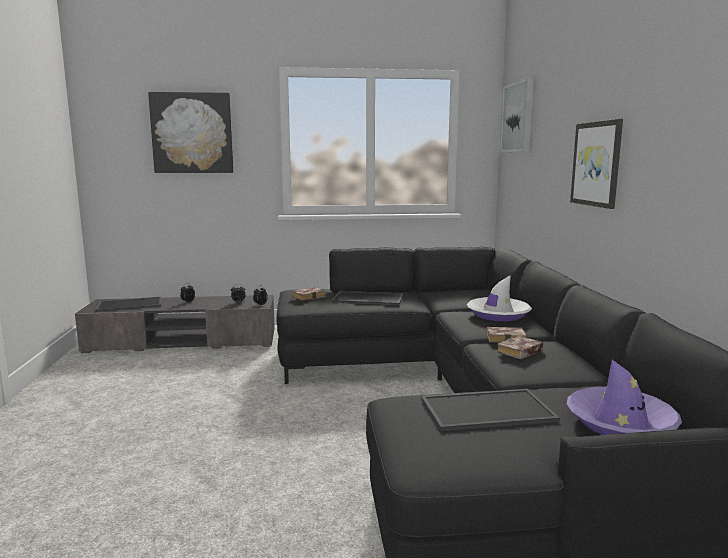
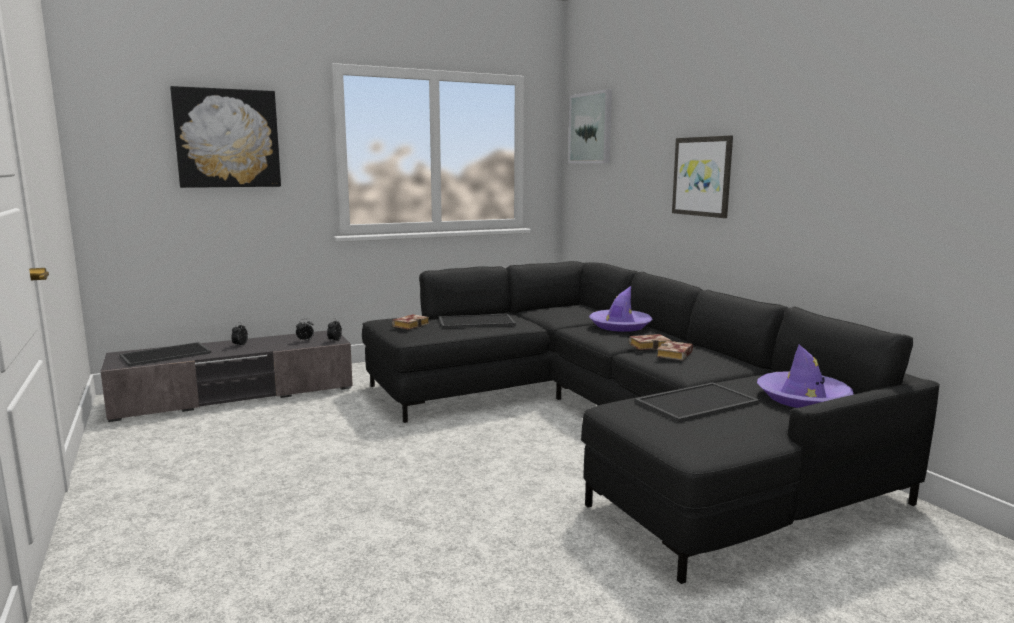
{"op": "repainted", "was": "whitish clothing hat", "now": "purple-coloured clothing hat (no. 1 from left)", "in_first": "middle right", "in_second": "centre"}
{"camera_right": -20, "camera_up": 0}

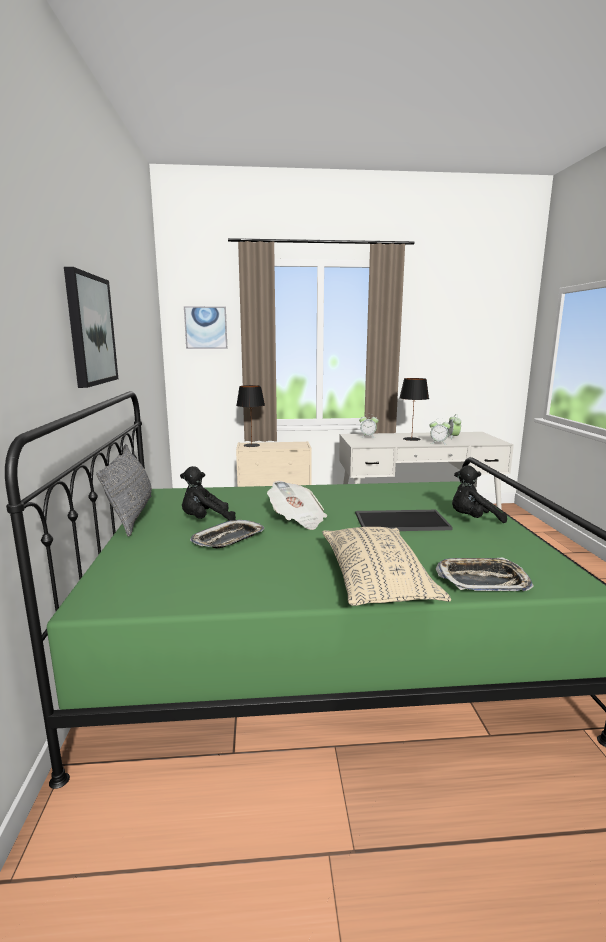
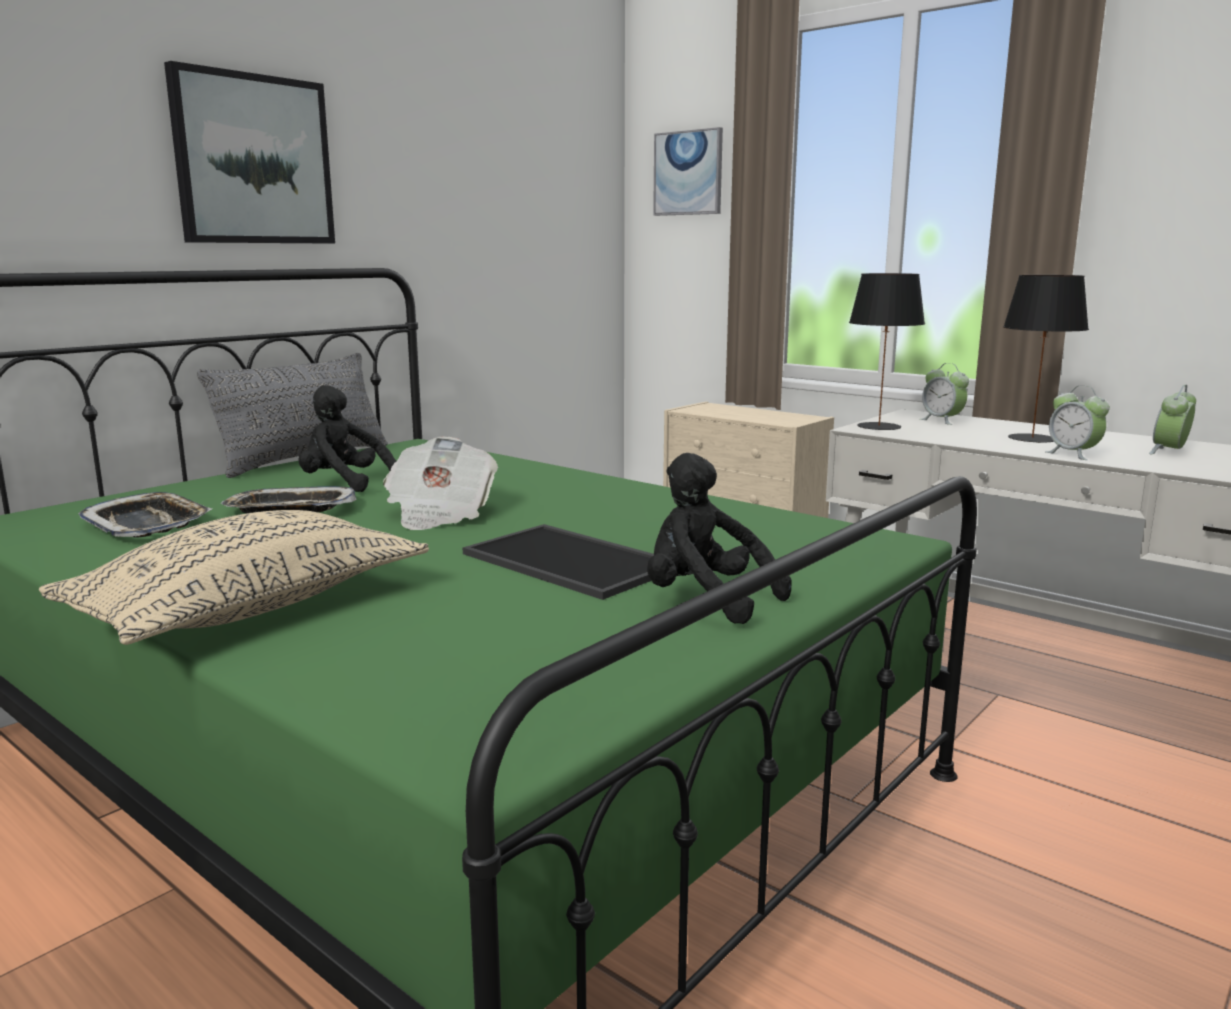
{"op": "shifted", "was": "carrying tray (no. 3 from left in the first image)", "now": "carrying tray (no. 1 from left)", "in_first": "middle right", "in_second": "middle left"}
{"op": "shifted", "was": "blackish tabletop lamp (no. 1 from left)", "in_first": "centre", "in_second": "middle right"}
{"camera_right": 45, "camera_up": 0}

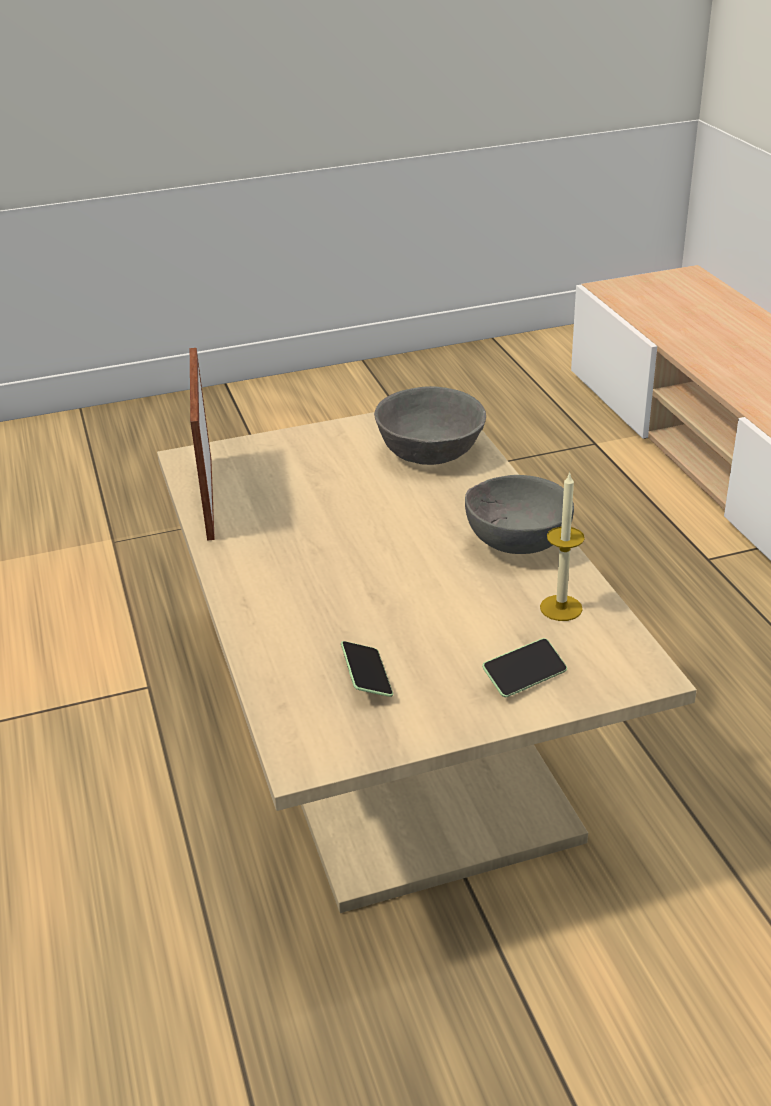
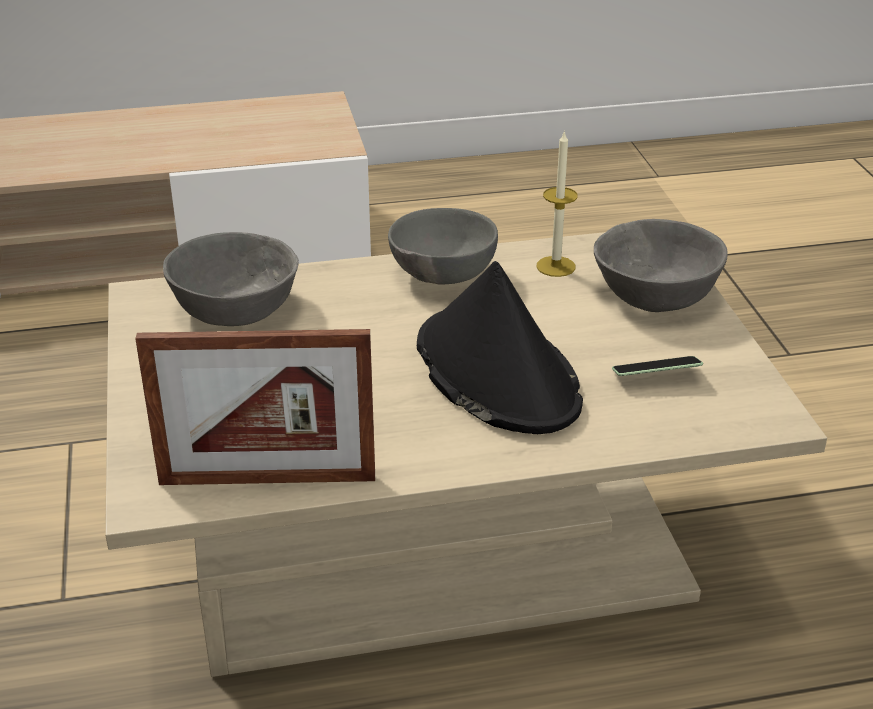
{"op": "new", "now": "blackish clothing hat", "in_second": "centre"}
{"op": "swapped", "was": "telephone (no. 2 from left)", "now": "greyish bowl (no. 3 from left)", "in_first": "middle right", "in_second": "middle right"}
{"camera_right": -85, "camera_up": 0}

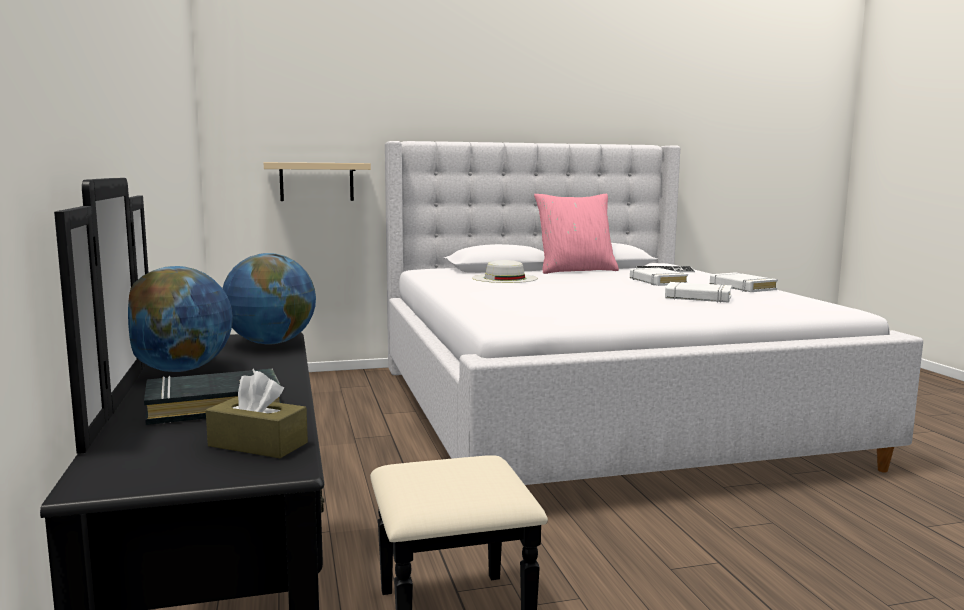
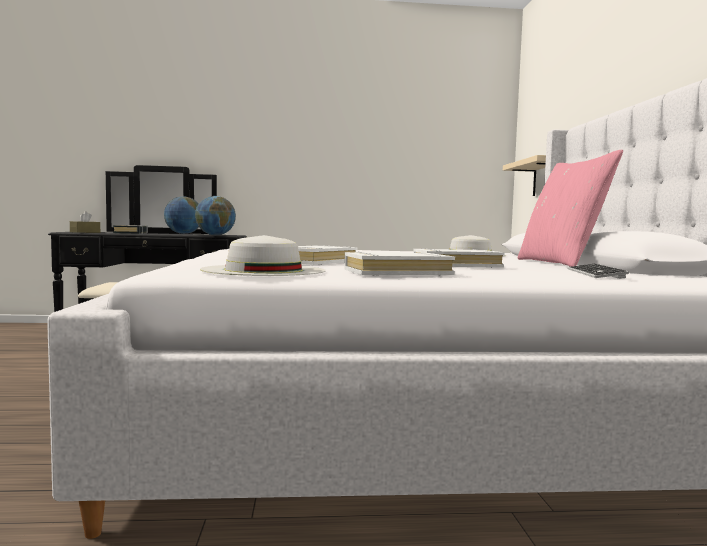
{"op": "new", "now": "whitish clothing hat (no. 1 from left)", "in_second": "centre"}
{"camera_right": 100, "camera_up": -5}

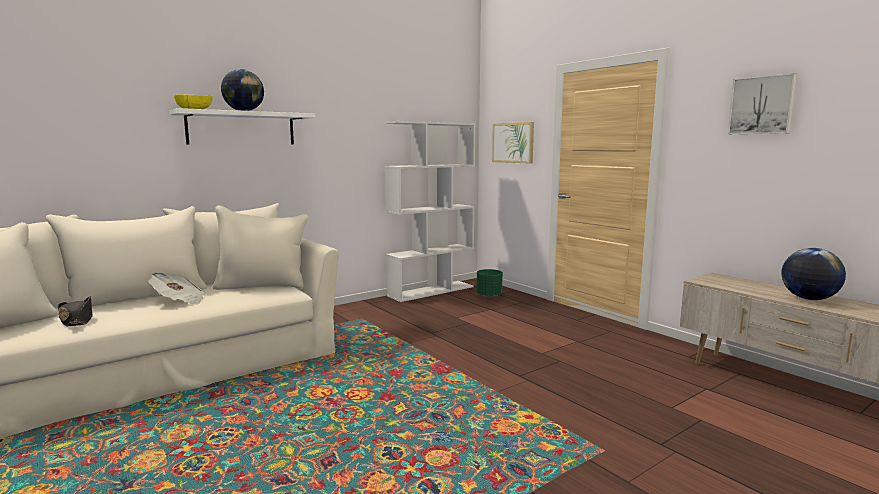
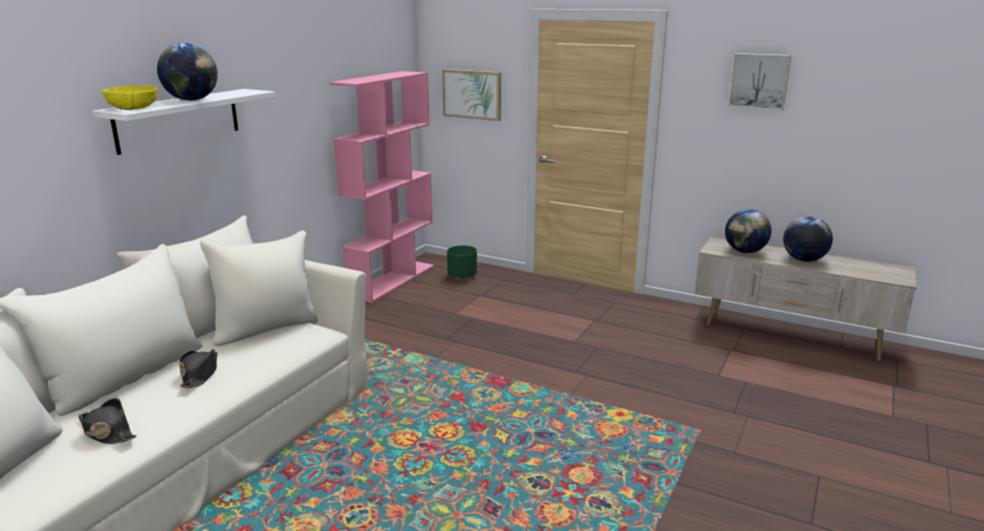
{"op": "swapped", "was": "newspaper", "now": "blackish clothing hat (no. 2 from left)", "in_first": "middle left", "in_second": "bottom left"}
{"op": "repainted", "was": "whitish bookcase", "now": "pink-coloured bookcase", "in_first": "centre", "in_second": "centre"}
{"op": "new", "now": "desk globe (no. 2 from left)", "in_second": "middle right"}
{"camera_right": -25, "camera_up": 10}

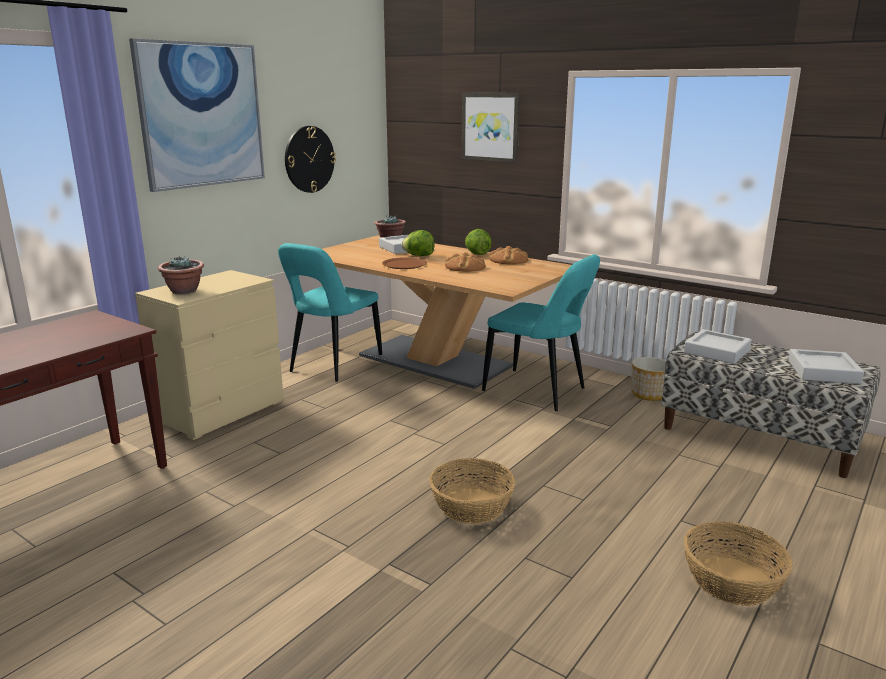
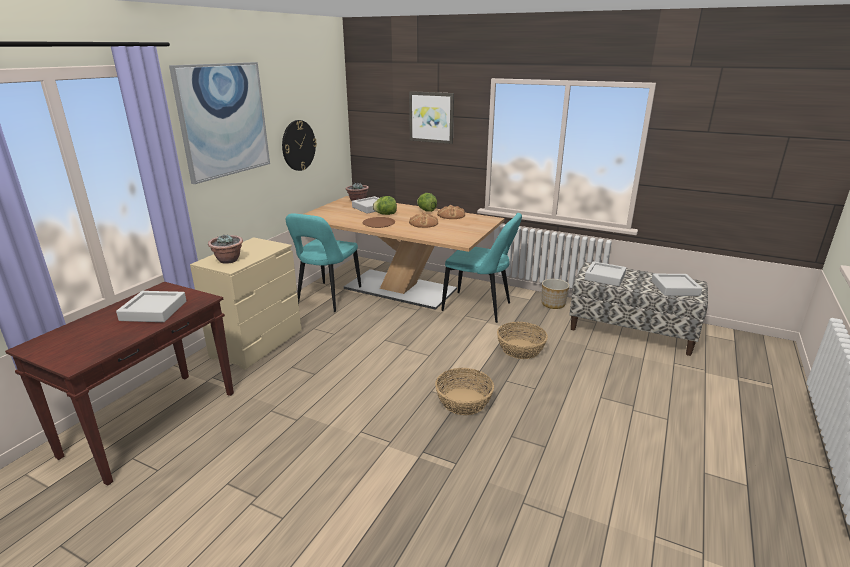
{"op": "new", "now": "greyish carrying tray (no. 1 from left)", "in_second": "middle left"}
{"op": "shifted", "was": "basket (no. 2 from left)", "in_first": "bottom right", "in_second": "centre"}
{"camera_right": -10, "camera_up": 5}

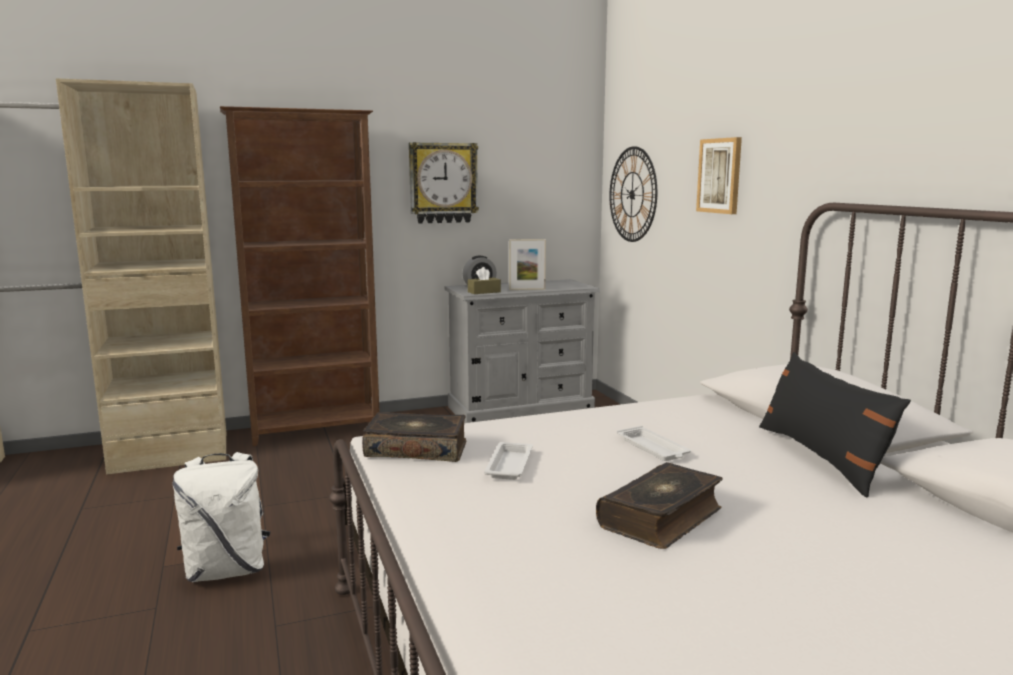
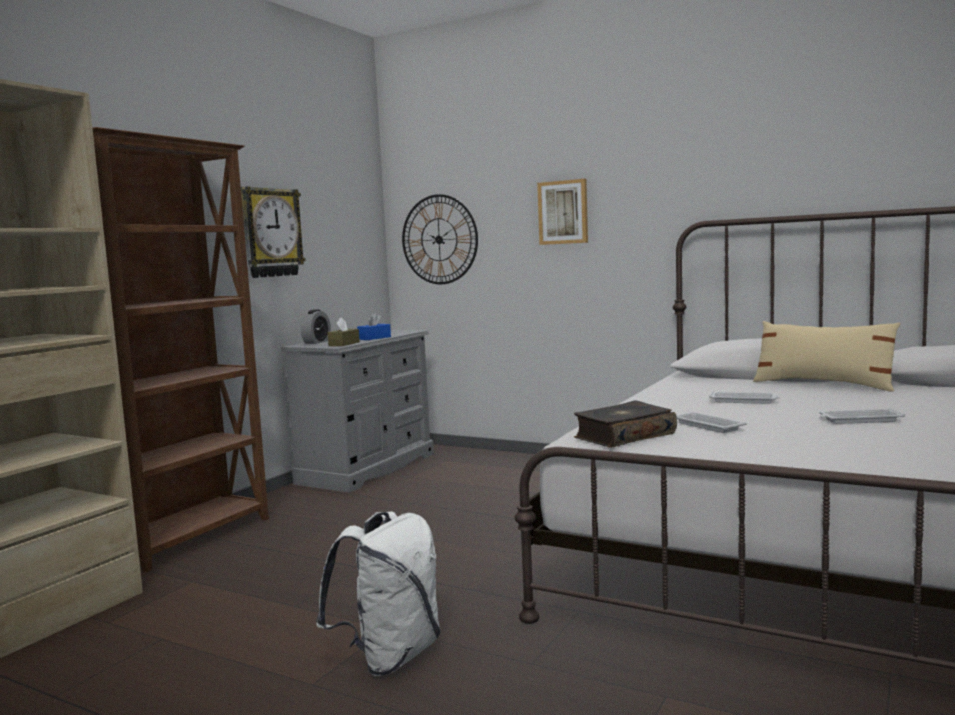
{"op": "swapped", "was": "photo frame", "now": "blue-coloured tissue holder", "in_first": "centre", "in_second": "centre"}
{"op": "repainted", "was": "blackish pillow", "now": "sand-coloured pillow", "in_first": "middle right", "in_second": "middle right"}
{"op": "swapped", "was": "bound book (no. 2 from left)", "now": "whitish carrying tray (no. 3 from left)", "in_first": "bottom centre", "in_second": "middle right"}
{"camera_right": -40, "camera_up": -5}

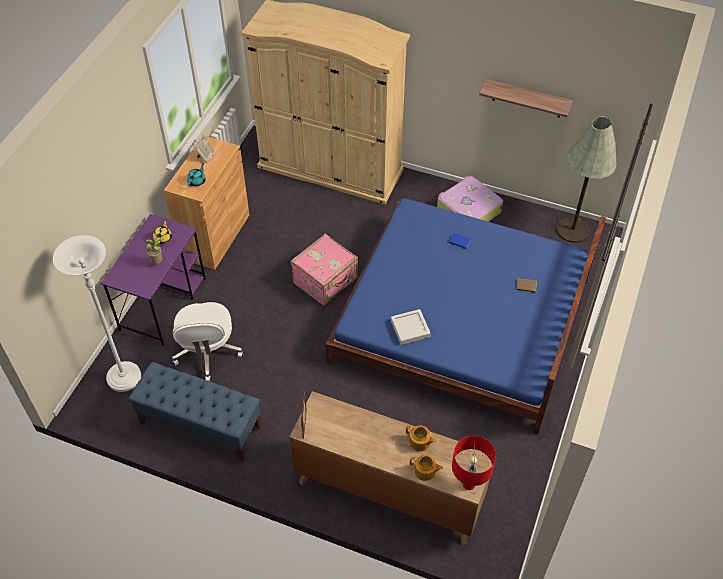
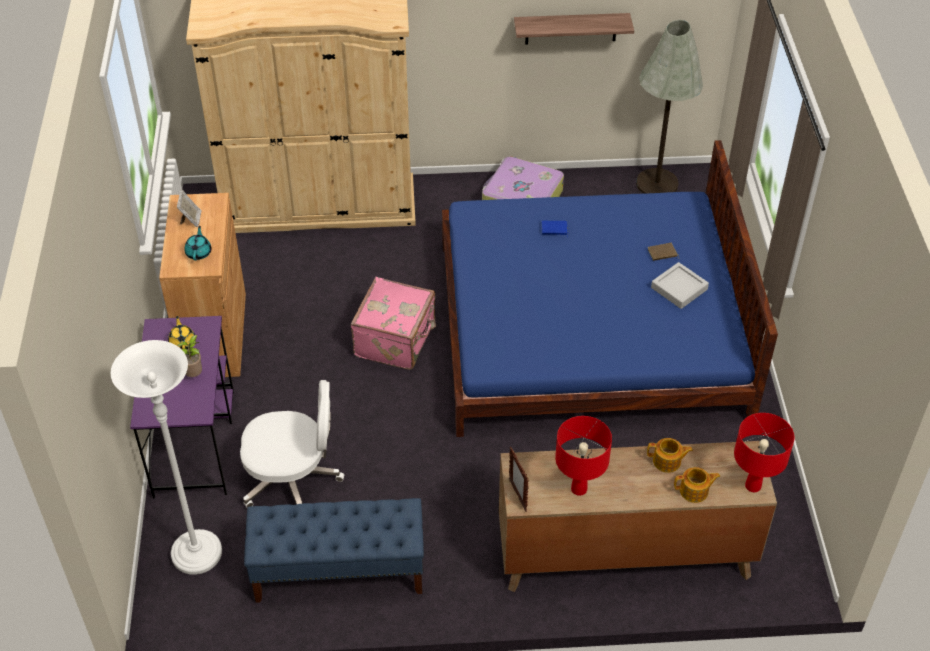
{"op": "rotated", "was": "whitish computer chair", "in_first": "middle left", "in_second": "bottom left", "clockwise": -60}
{"op": "new", "now": "reddish tabletop lamp (no. 1 from left)", "in_second": "bottom centre"}
{"op": "shifted", "was": "greyish carrying tray", "in_first": "centre", "in_second": "middle right"}
{"camera_right": -25, "camera_up": -5}

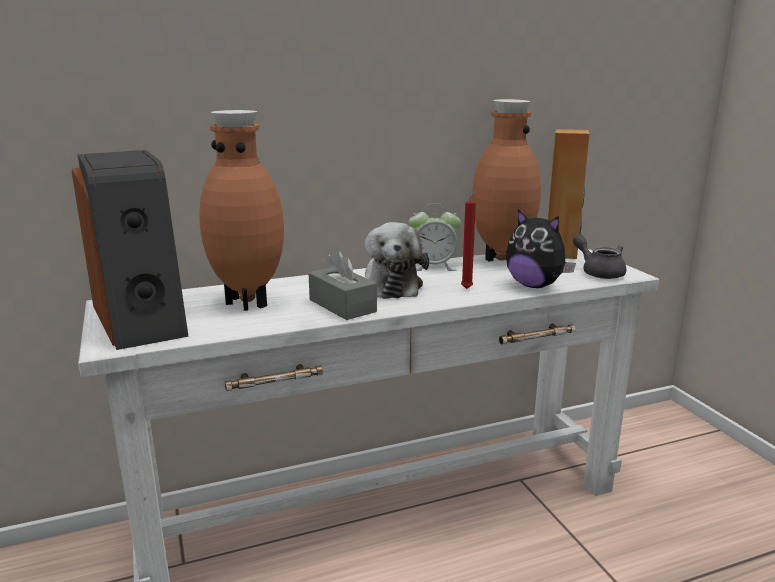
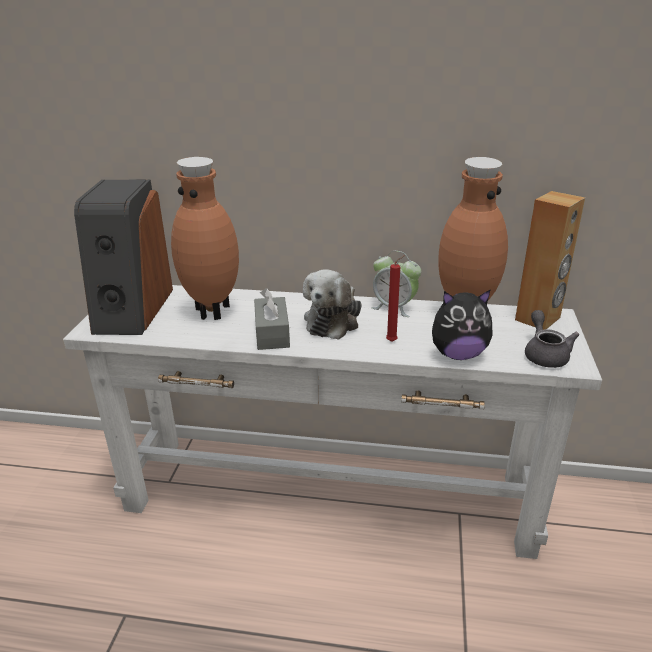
{"op": "rotated", "was": "soft toy (no. 2 from left)", "in_first": "middle right", "in_second": "middle right", "clockwise": -75}
{"camera_right": 30, "camera_up": 10}

